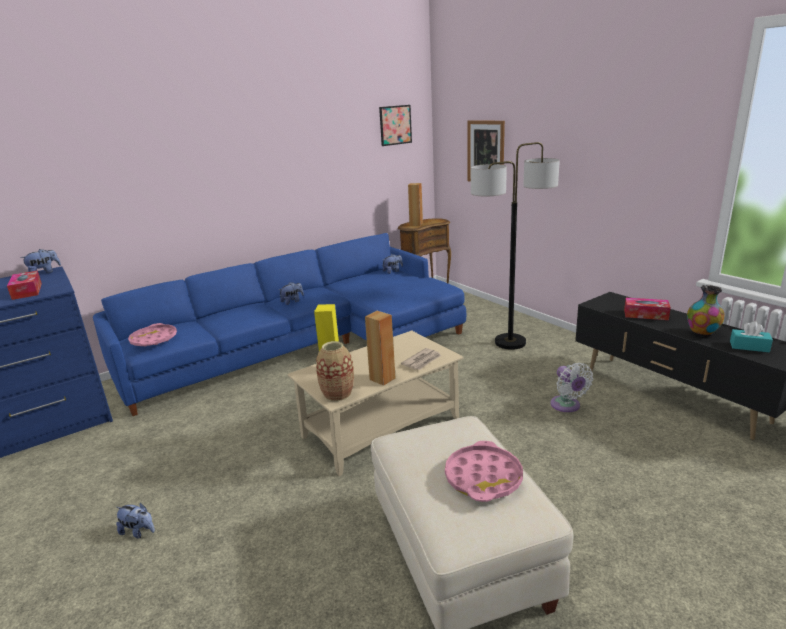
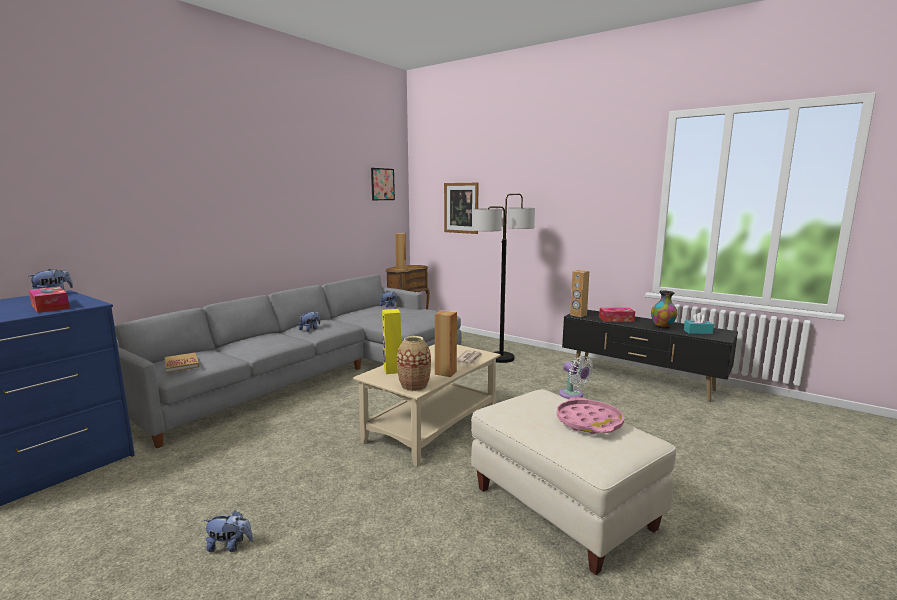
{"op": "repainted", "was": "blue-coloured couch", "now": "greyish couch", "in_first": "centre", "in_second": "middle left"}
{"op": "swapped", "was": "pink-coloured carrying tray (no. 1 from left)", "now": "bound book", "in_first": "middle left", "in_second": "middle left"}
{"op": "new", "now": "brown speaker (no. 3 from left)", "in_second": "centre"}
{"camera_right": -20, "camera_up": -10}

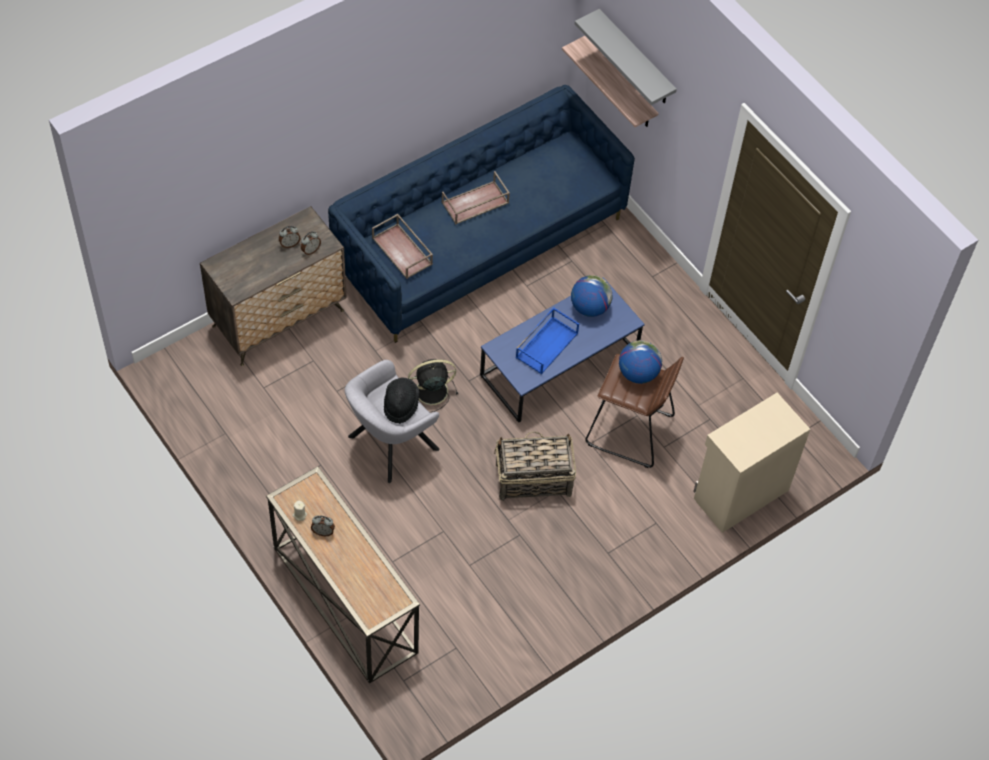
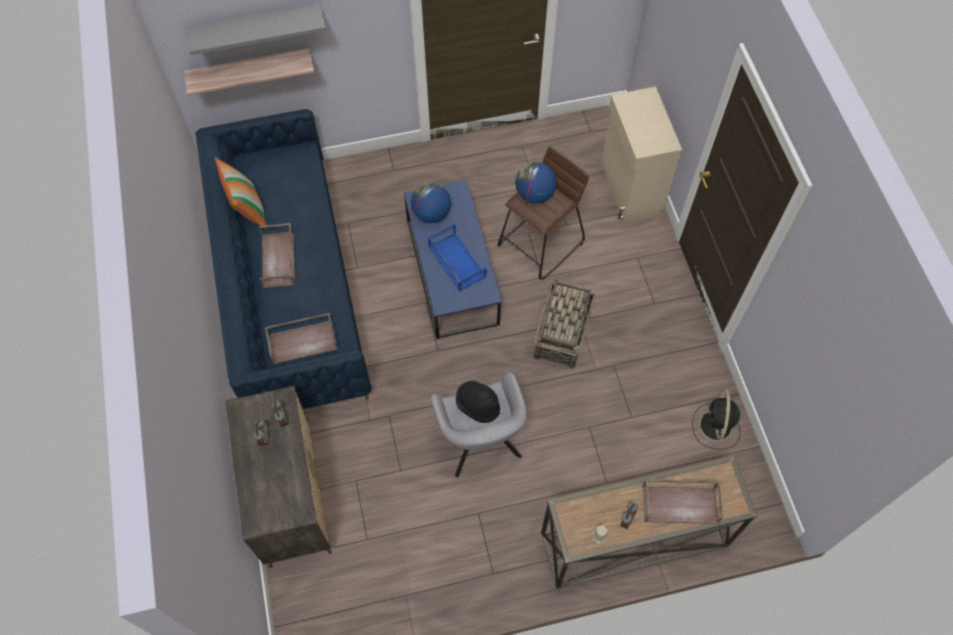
{"op": "new", "now": "pillow", "in_second": "top left"}
{"op": "new", "now": "brown carrying tray (no. 3 from left)", "in_second": "bottom right"}
{"op": "shifted", "was": "blackish electric fan", "in_first": "centre", "in_second": "middle right"}
{"camera_right": -65, "camera_up": 5}

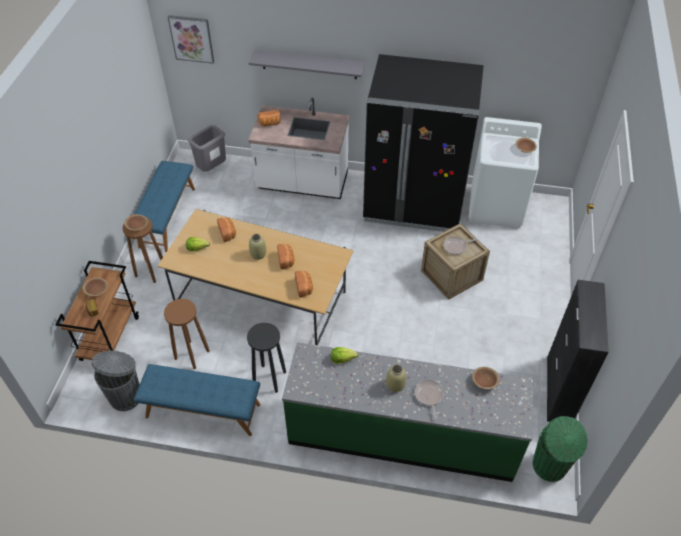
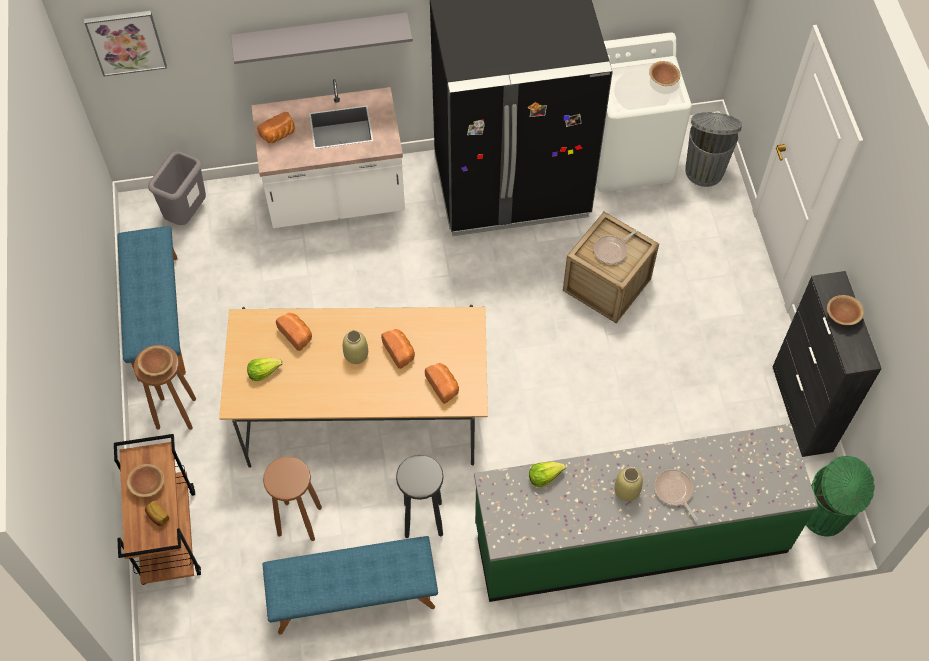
{"op": "shifted", "was": "greyish trash can (no. 1 from left in the first image)", "now": "greyish trash can (no. 2 from left)", "in_first": "bottom left", "in_second": "top right"}
{"op": "shifted", "was": "brown bowl (no. 3 from left in the first image)", "now": "brown bowl (no. 4 from left)", "in_first": "bottom right", "in_second": "middle right"}
{"camera_right": -20, "camera_up": 10}

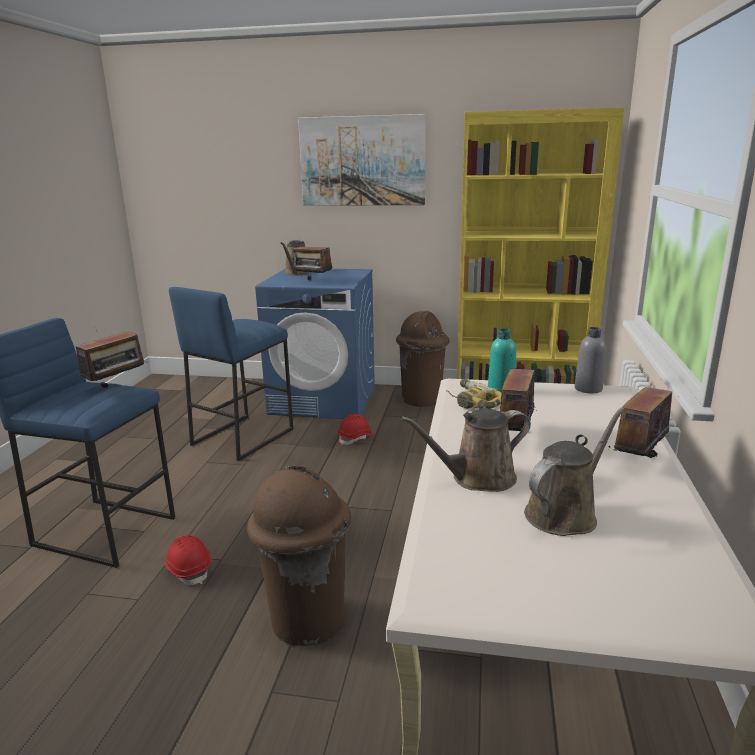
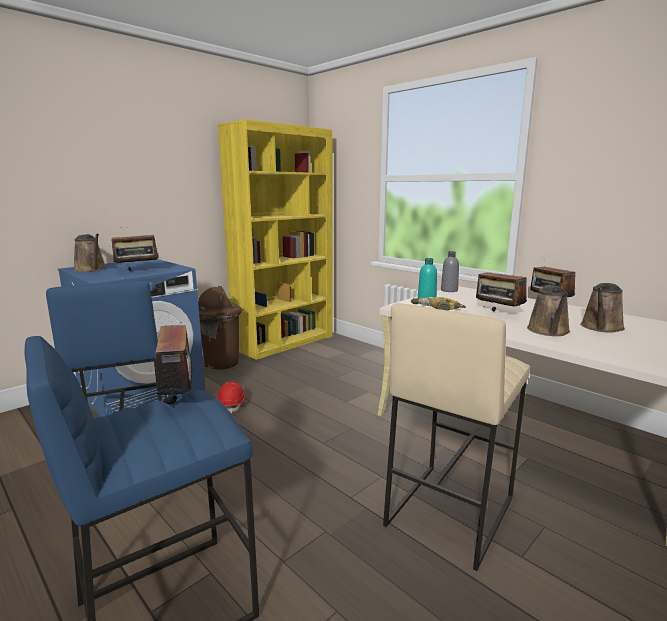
{"op": "swapped", "was": "brown trash can (no. 1 from left)", "now": "sand-coloured stool seat", "in_first": "bottom centre", "in_second": "bottom right"}
{"op": "rotated", "was": "brown watering can (no. 3 from left)", "in_first": "middle right", "in_second": "middle right", "clockwise": -135}
{"op": "gone", "was": "reddish hard hat (no. 1 from left)", "in_first": "bottom left"}
{"op": "gone", "was": "picture", "in_first": "top centre"}
{"camera_right": -55, "camera_up": -5}

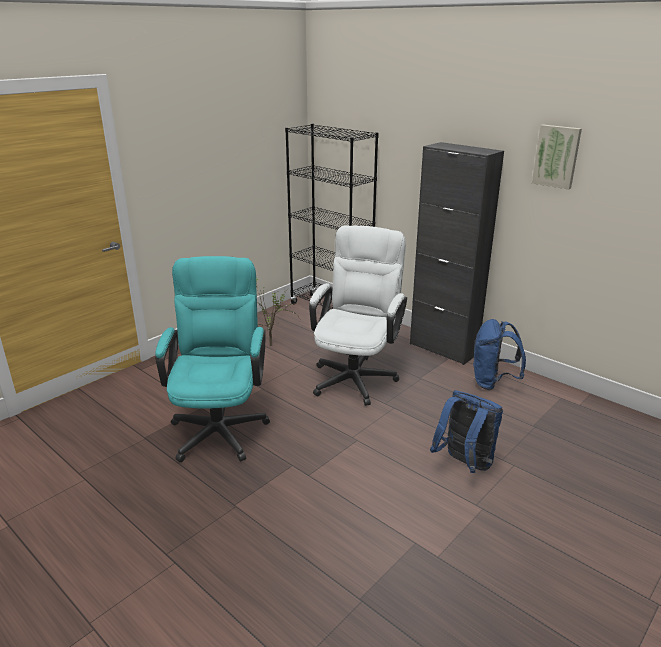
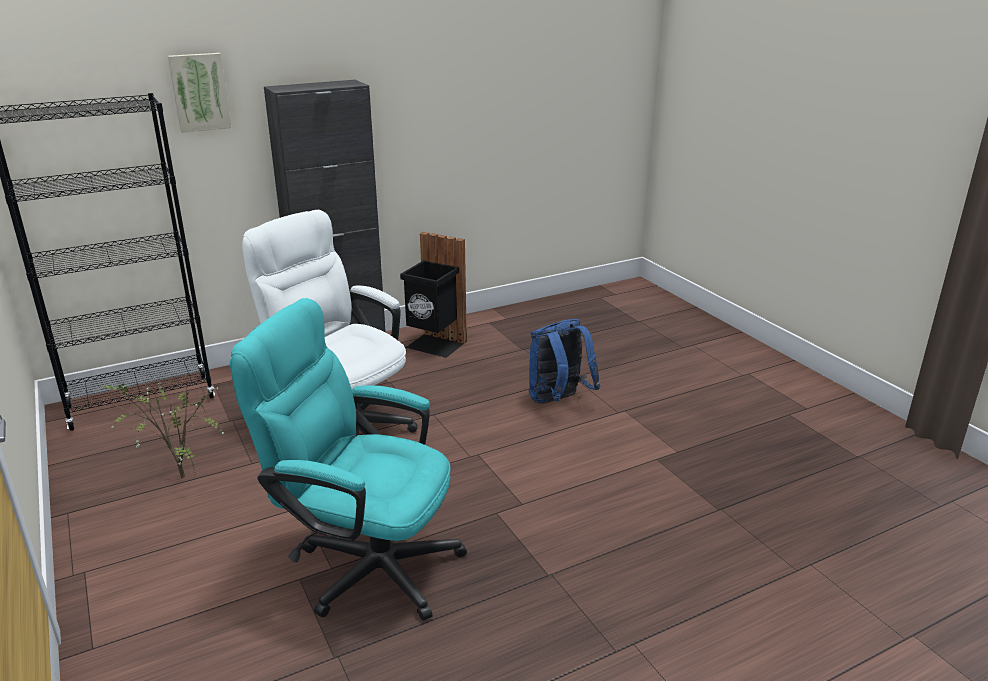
{"op": "shifted", "was": "picture", "in_first": "top right", "in_second": "top left"}
{"op": "swapped", "was": "blue-coloured rucksack (no. 2 from left)", "now": "blackish trash can", "in_first": "middle right", "in_second": "centre"}
{"camera_right": -70, "camera_up": 0}

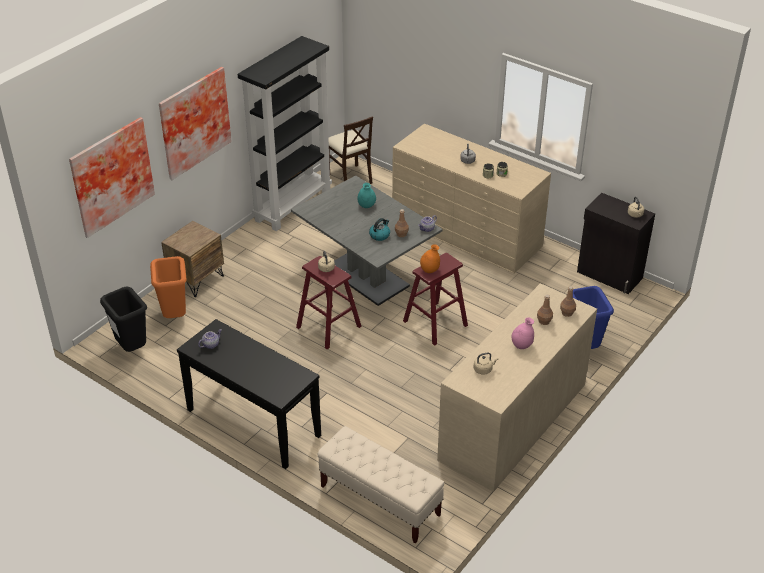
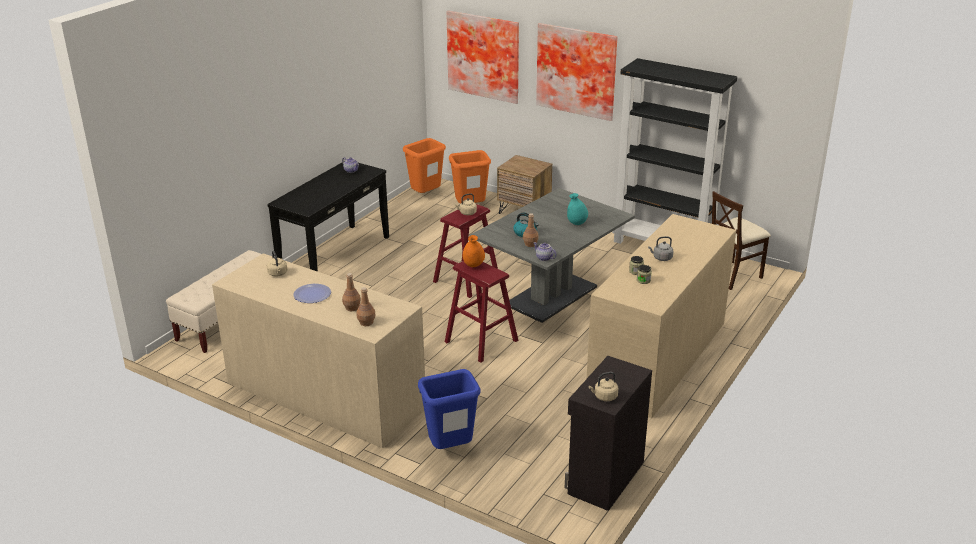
{"op": "swapped", "was": "pink-coloured vase", "now": "flat dish", "in_first": "middle right", "in_second": "middle left"}
{"op": "repainted", "was": "blackish trash can", "now": "orange trash can (no. 1 from left)", "in_first": "middle left", "in_second": "top centre"}
{"camera_right": 85, "camera_up": -10}

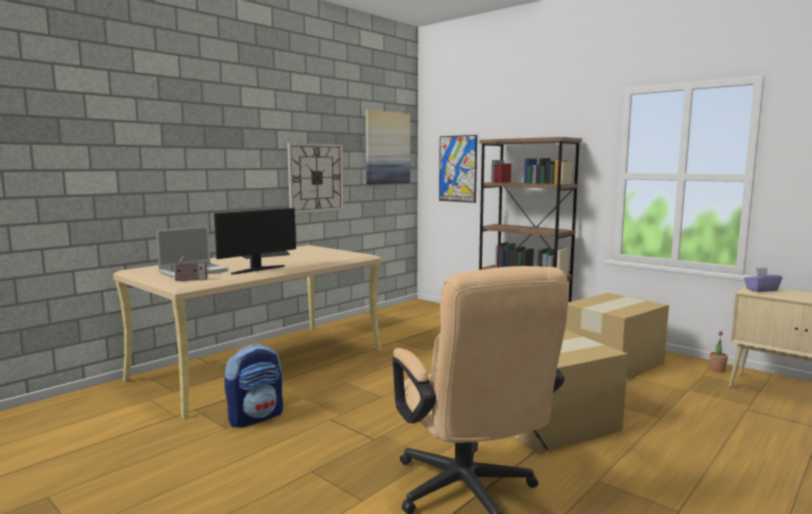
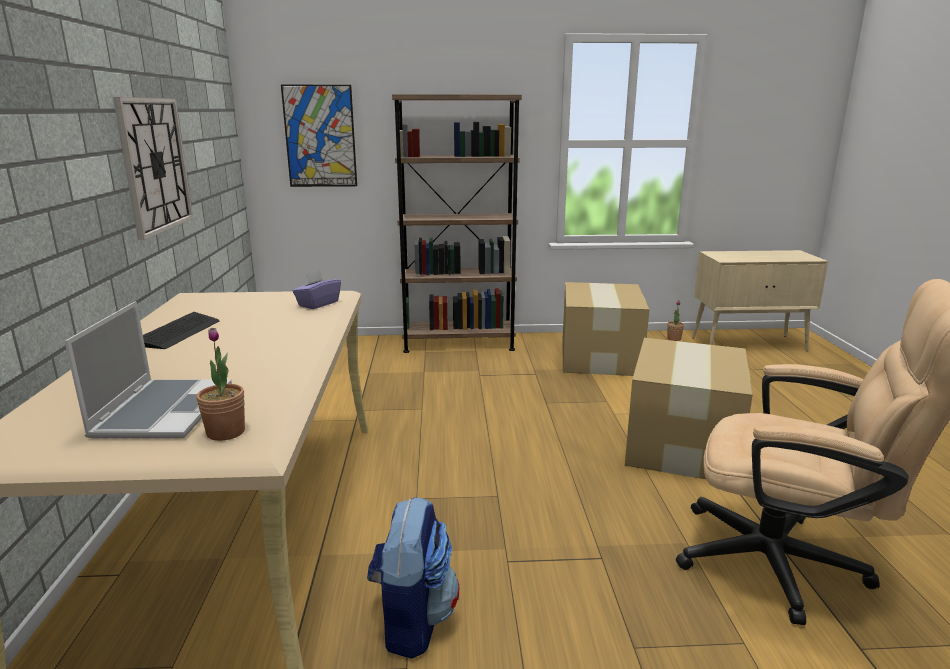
{"op": "swapped", "was": "radio set", "now": "potted plant (no. 1 from left)", "in_first": "middle left", "in_second": "middle left"}
{"op": "shifted", "was": "purple-coloured tissue holder", "in_first": "middle right", "in_second": "centre"}
{"op": "gone", "was": "computer display", "in_first": "middle left"}
{"op": "gone", "was": "picture (no. 1 from left)", "in_first": "top centre"}
{"camera_right": -45, "camera_up": 10}

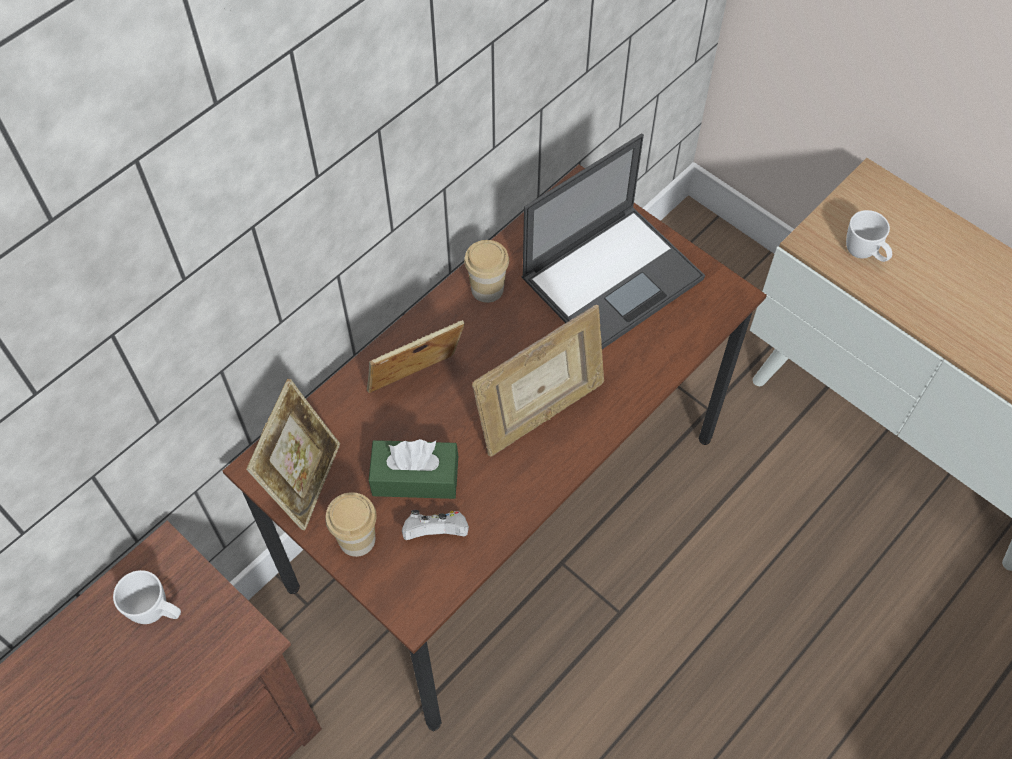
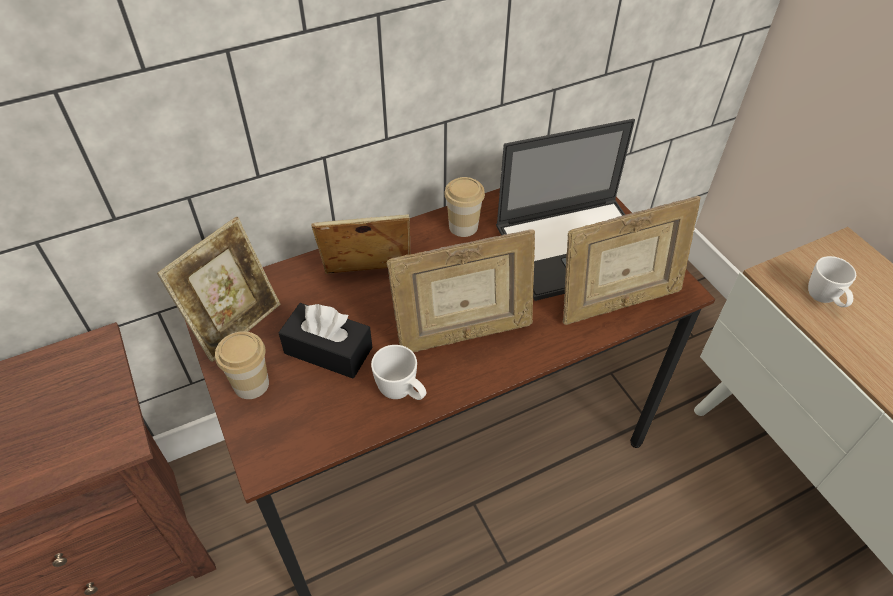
{"op": "repainted", "was": "green tissue holder", "now": "blackish tissue holder", "in_first": "centre", "in_second": "centre"}
{"op": "shifted", "was": "whitish tea mug (no. 1 from left)", "in_first": "bottom left", "in_second": "centre"}
{"op": "new", "now": "photo frame (no. 4 from left)", "in_second": "middle right"}
{"op": "gone", "was": "whitish game controller", "in_first": "bottom centre"}
{"camera_right": 20, "camera_up": -10}

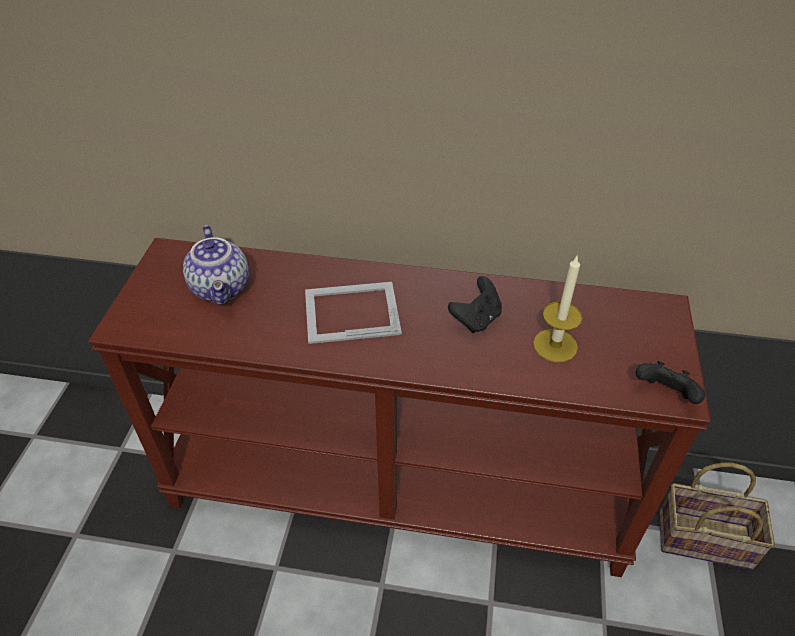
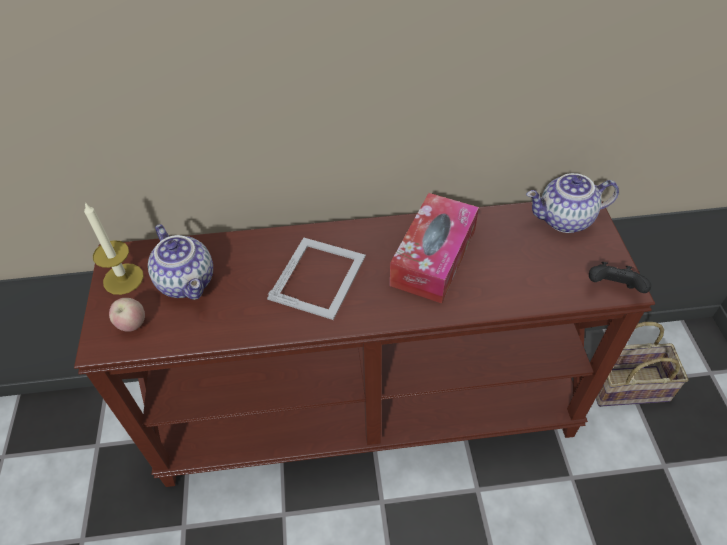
{"op": "shifted", "was": "wax light", "in_first": "middle right", "in_second": "middle left"}
{"op": "new", "now": "apple fruit", "in_second": "middle left"}
{"op": "rotated", "was": "photo frame", "in_first": "centre", "in_second": "centre", "clockwise": 135}
{"op": "swapped", "was": "blackish game controller (no. 1 from left)", "now": "tissue holder", "in_first": "centre", "in_second": "centre"}
{"op": "new", "now": "tea pot (no. 2 from left)", "in_second": "middle right"}
{"camera_right": -15, "camera_up": 5}

